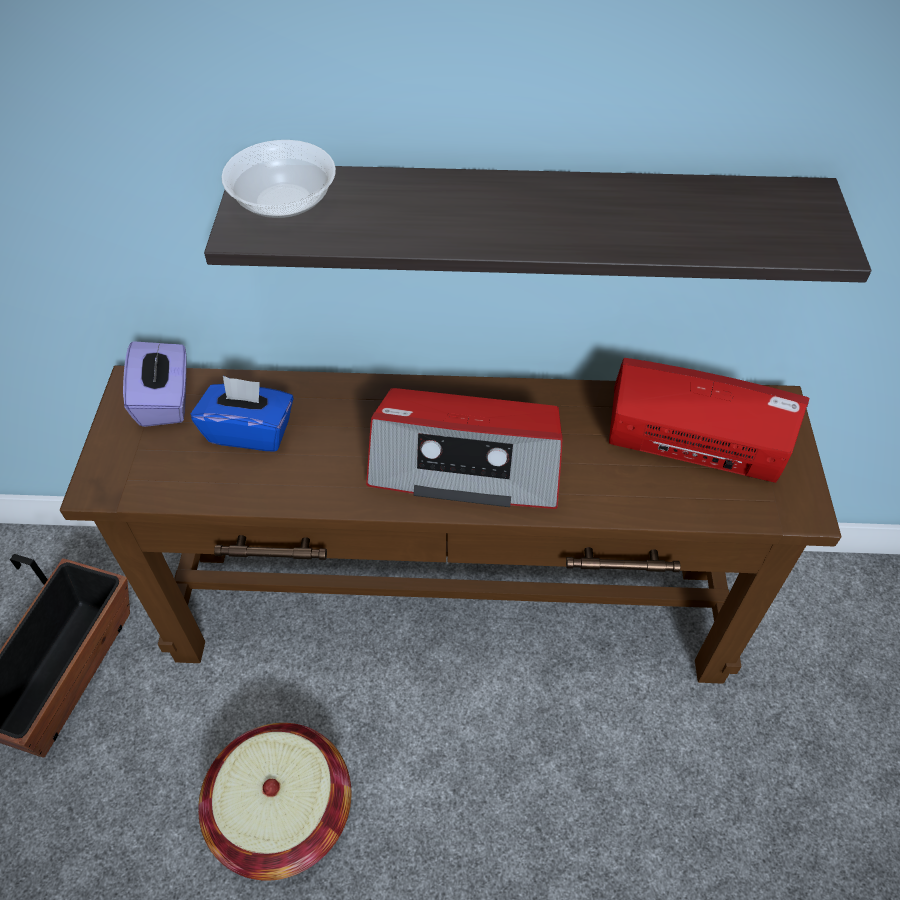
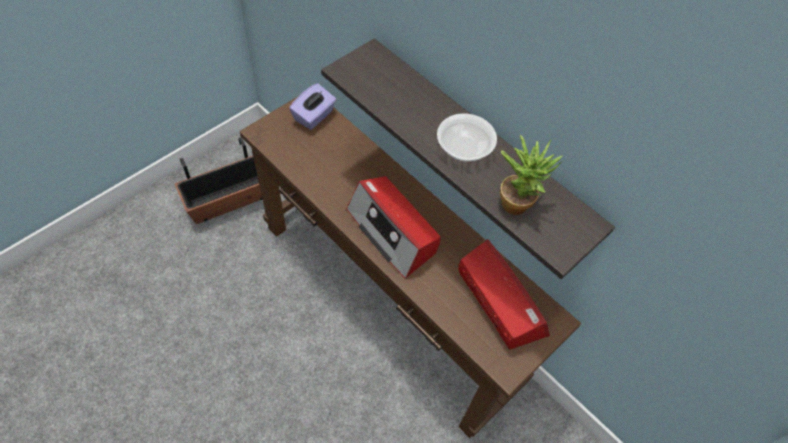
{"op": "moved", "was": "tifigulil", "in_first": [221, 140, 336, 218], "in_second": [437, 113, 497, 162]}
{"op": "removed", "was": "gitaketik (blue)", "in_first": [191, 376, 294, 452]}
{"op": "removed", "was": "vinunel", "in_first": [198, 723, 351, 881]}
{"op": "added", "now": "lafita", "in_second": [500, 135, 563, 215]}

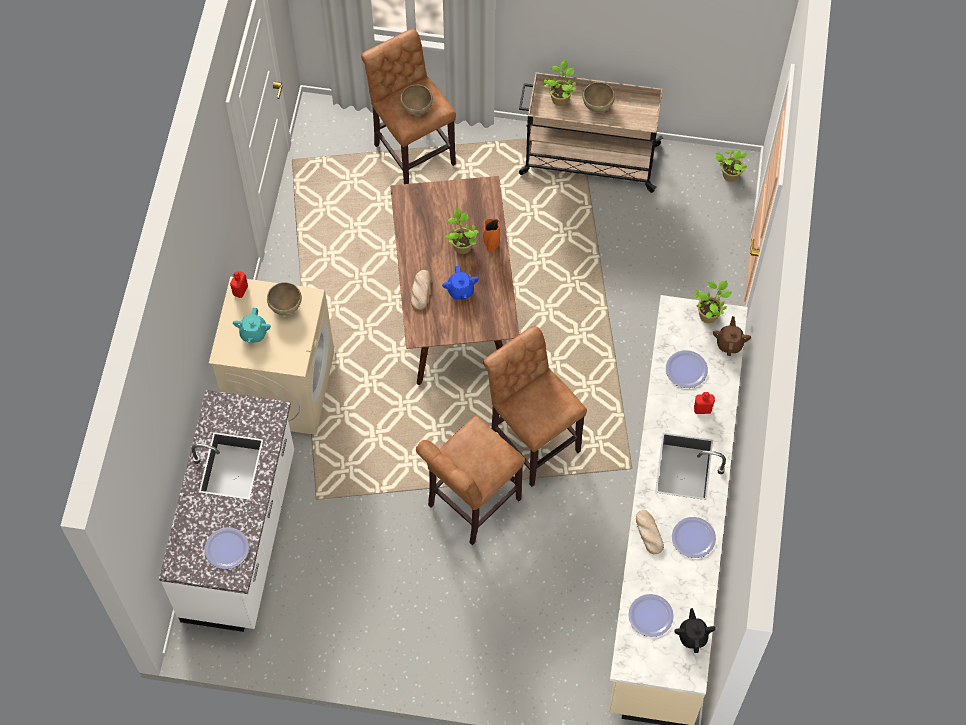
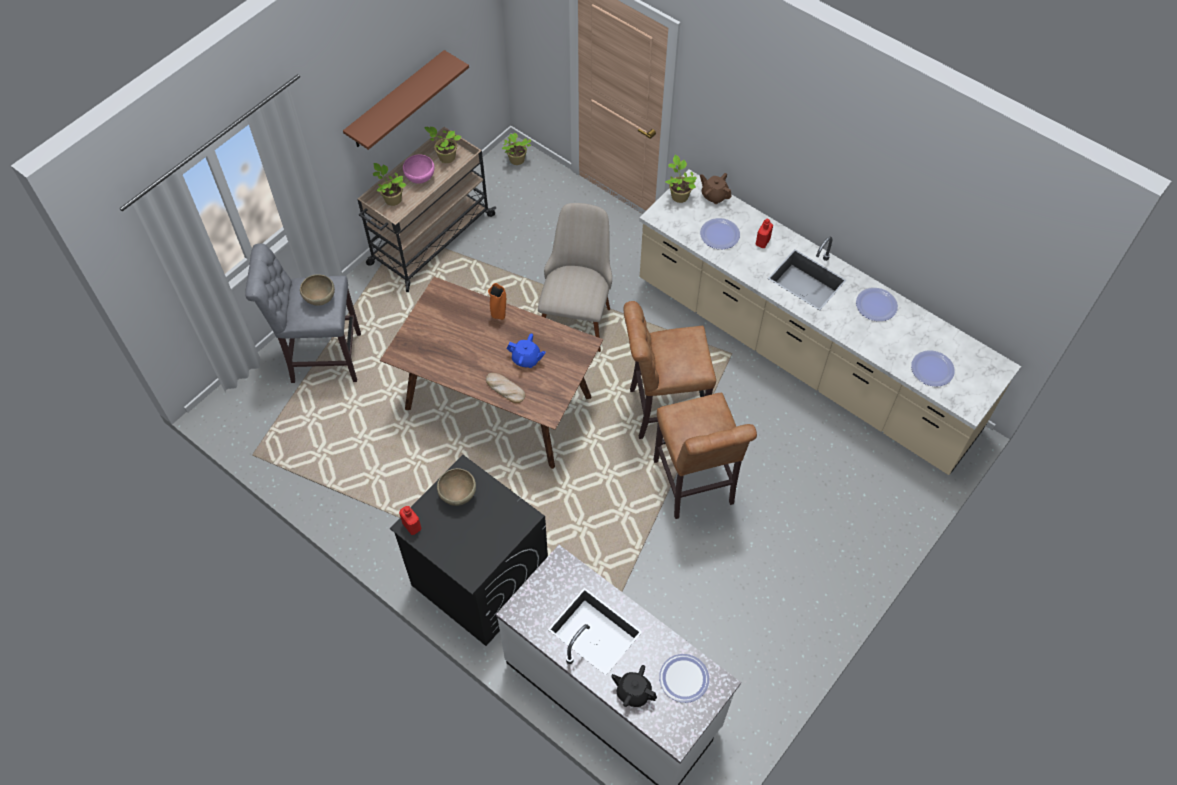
{"op": "recoloured", "was": "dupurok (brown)", "now": "dupurok (grey)", "in_first": [361, 29, 456, 184], "in_second": [245, 243, 361, 383]}
{"op": "recoloured", "was": "tifigulil (brown)", "now": "tifigulil (pink)", "in_first": [583, 82, 615, 112], "in_second": [403, 154, 434, 184]}
{"op": "moved", "was": "lafita", "in_first": [445, 208, 478, 254], "in_second": [424, 127, 461, 163]}
{"op": "recoloured", "was": "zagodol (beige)", "now": "zagodol (black)", "in_first": [209, 277, 334, 434], "in_second": [390, 455, 548, 646]}
{"op": "removed", "was": "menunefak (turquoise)", "in_first": [233, 308, 271, 343]}
{"op": "removed", "was": "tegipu", "in_first": [636, 510, 664, 554]}
{"op": "moved", "was": "menunefak (black)", "in_first": [674, 608, 716, 653], "in_second": [611, 665, 657, 707]}
{"op": "added", "now": "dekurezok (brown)", "in_second": [343, 50, 469, 150]}
{"op": "added", "now": "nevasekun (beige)", "in_second": [538, 203, 612, 352]}

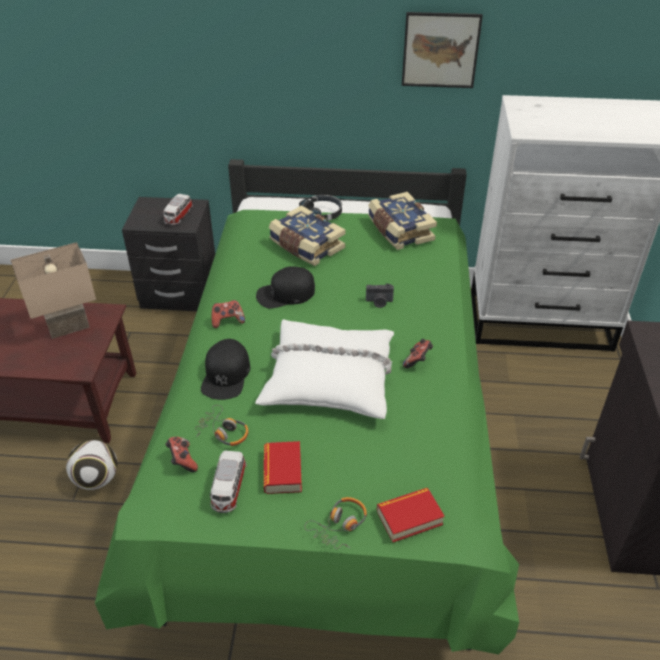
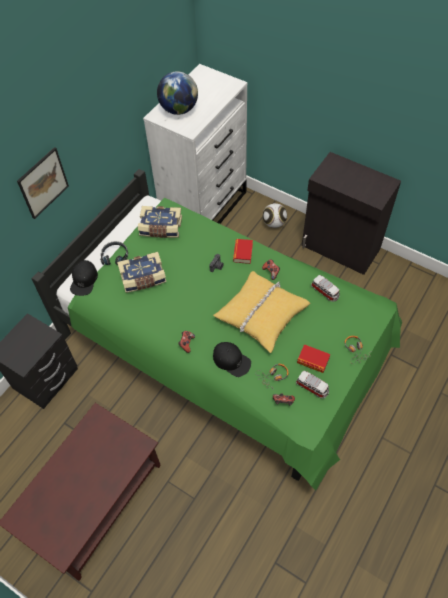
{"op": "moved", "was": "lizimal", "in_first": [402, 12, 483, 88], "in_second": [17, 147, 69, 219]}
{"op": "moved", "was": "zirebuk", "in_first": [163, 194, 193, 225], "in_second": [311, 275, 340, 302]}
{"op": "removed", "was": "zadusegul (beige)", "in_first": [11, 242, 96, 339]}
{"op": "moved", "was": "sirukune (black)", "in_first": [256, 266, 315, 308], "in_second": [70, 260, 98, 296]}
{"op": "recoloured", "was": "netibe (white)", "now": "netibe (yellow)", "in_first": [255, 319, 394, 419], "in_second": [213, 271, 310, 353]}
{"op": "moved", "was": "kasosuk", "in_first": [66, 440, 117, 490], "in_second": [263, 203, 287, 228]}
{"op": "moved", "was": "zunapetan", "in_first": [377, 488, 445, 542], "in_second": [233, 239, 253, 264]}
{"op": "added", "now": "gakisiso", "in_second": [157, 71, 198, 115]}

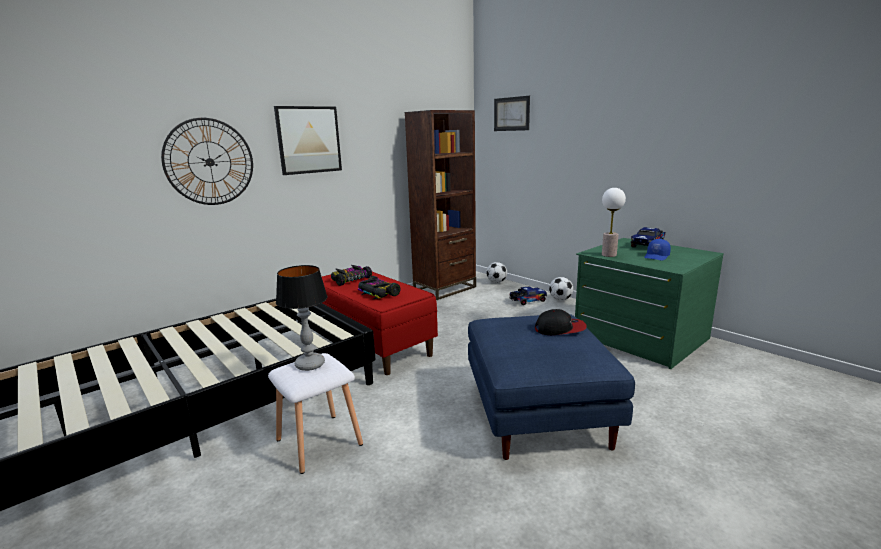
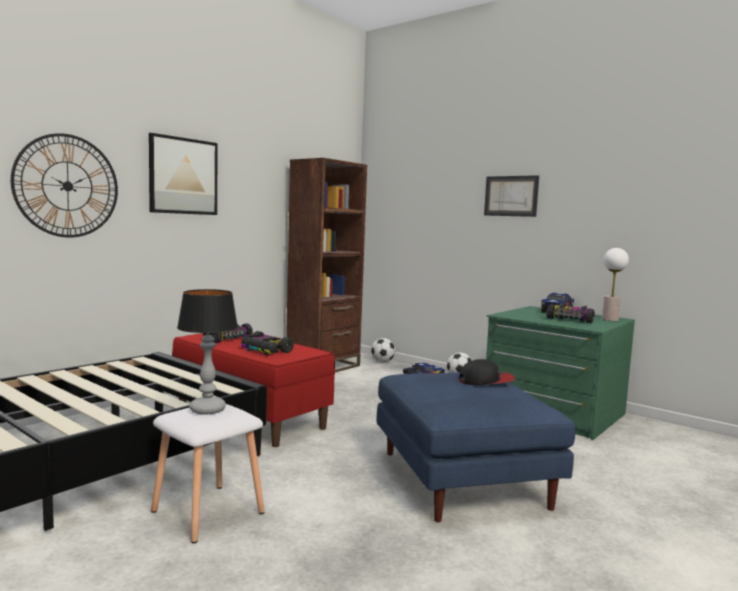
{"op": "moved", "was": "lizimal", "in_first": [494, 96, 530, 131], "in_second": [484, 175, 539, 217]}
{"op": "moved", "was": "zadusegul", "in_first": [602, 188, 626, 257], "in_second": [602, 248, 629, 321]}
{"op": "replaced", "was": "sirukune (blue)", "now": "zirebuk", "in_first": [644, 239, 671, 261], "in_second": [546, 303, 595, 323]}

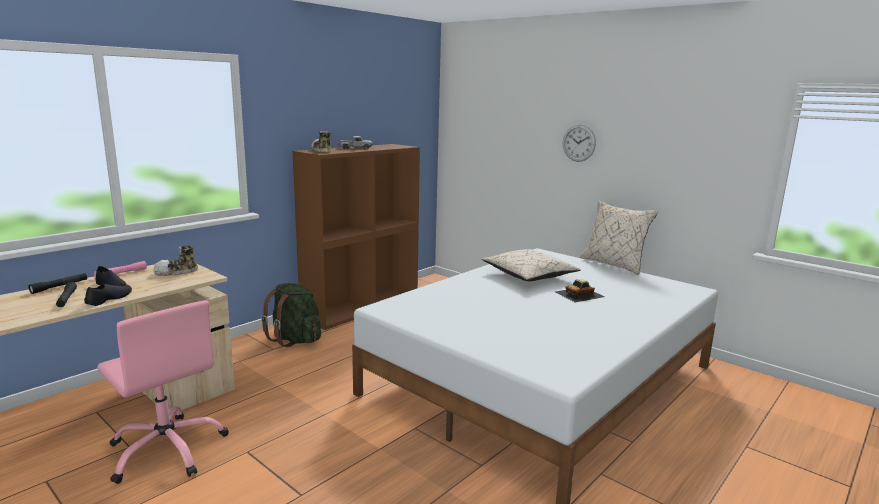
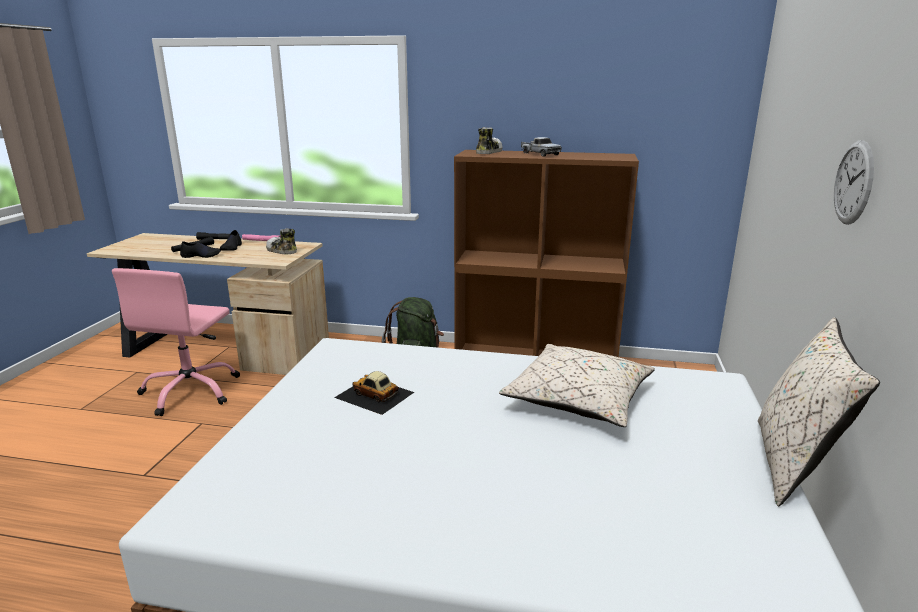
{"op": "moved", "was": "zirebuk", "in_first": [555, 279, 605, 302], "in_second": [334, 371, 414, 415]}

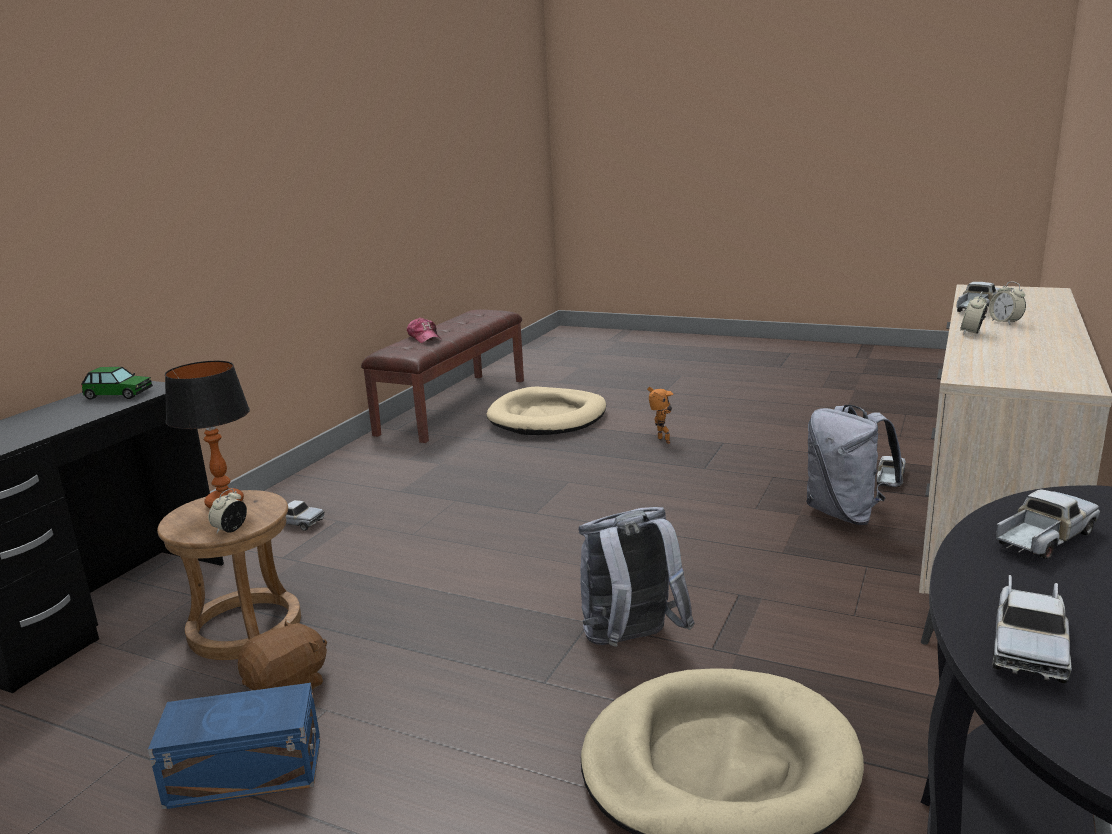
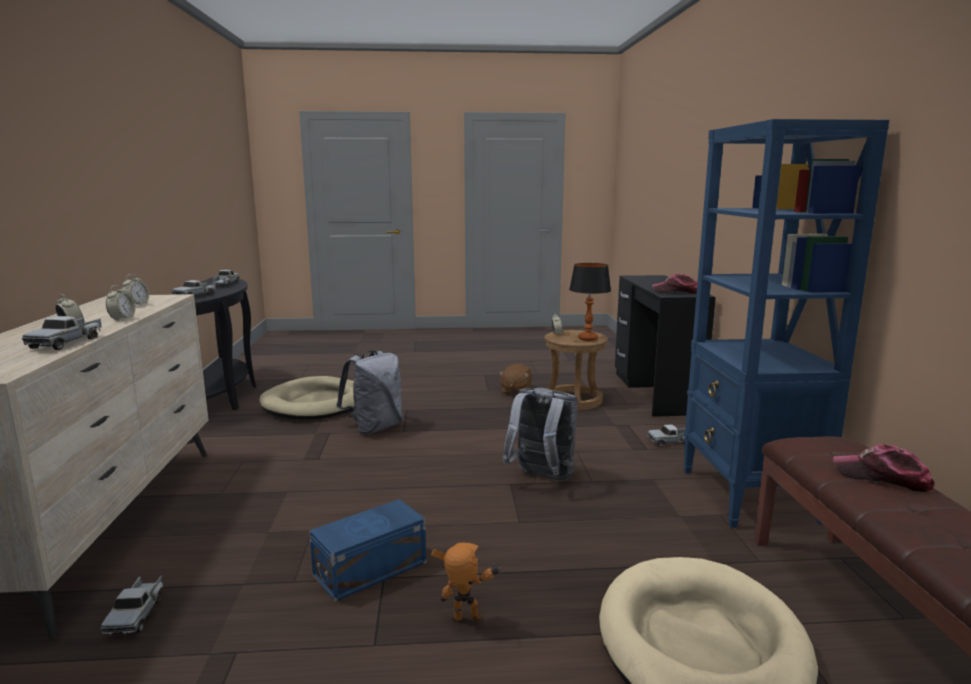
{"op": "replaced", "was": "zirebuk", "now": "sirukune", "in_first": [81, 367, 153, 400], "in_second": [652, 274, 697, 294]}
{"op": "turned", "was": "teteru", "in_first": [647, 387, 674, 444], "in_second": [431, 543, 501, 621], "clockwise": 150}
{"op": "moved", "was": "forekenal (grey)", "in_first": [806, 405, 903, 525], "in_second": [502, 388, 578, 480]}
{"op": "moved", "was": "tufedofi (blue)", "in_first": [148, 683, 320, 810], "in_second": [309, 499, 426, 602]}
{"op": "added", "now": "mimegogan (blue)", "in_second": [683, 119, 889, 528]}
{"op": "added", "now": "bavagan", "in_second": [122, 274, 149, 306]}

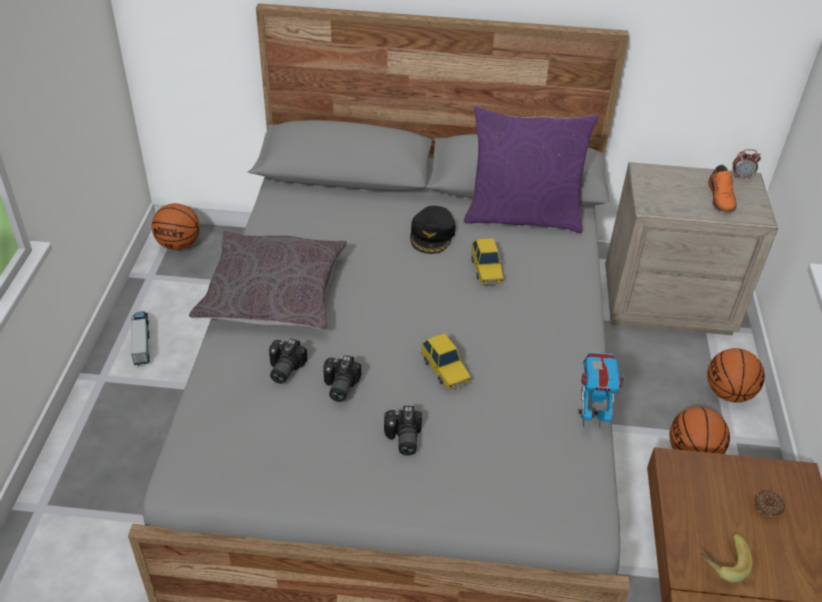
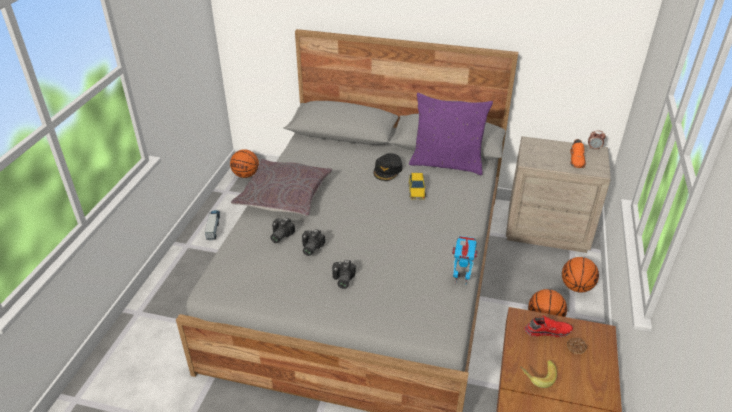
{"op": "removed", "was": "zirebuk", "in_first": [421, 333, 471, 391]}
{"op": "added", "now": "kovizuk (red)", "in_second": [524, 316, 573, 337]}

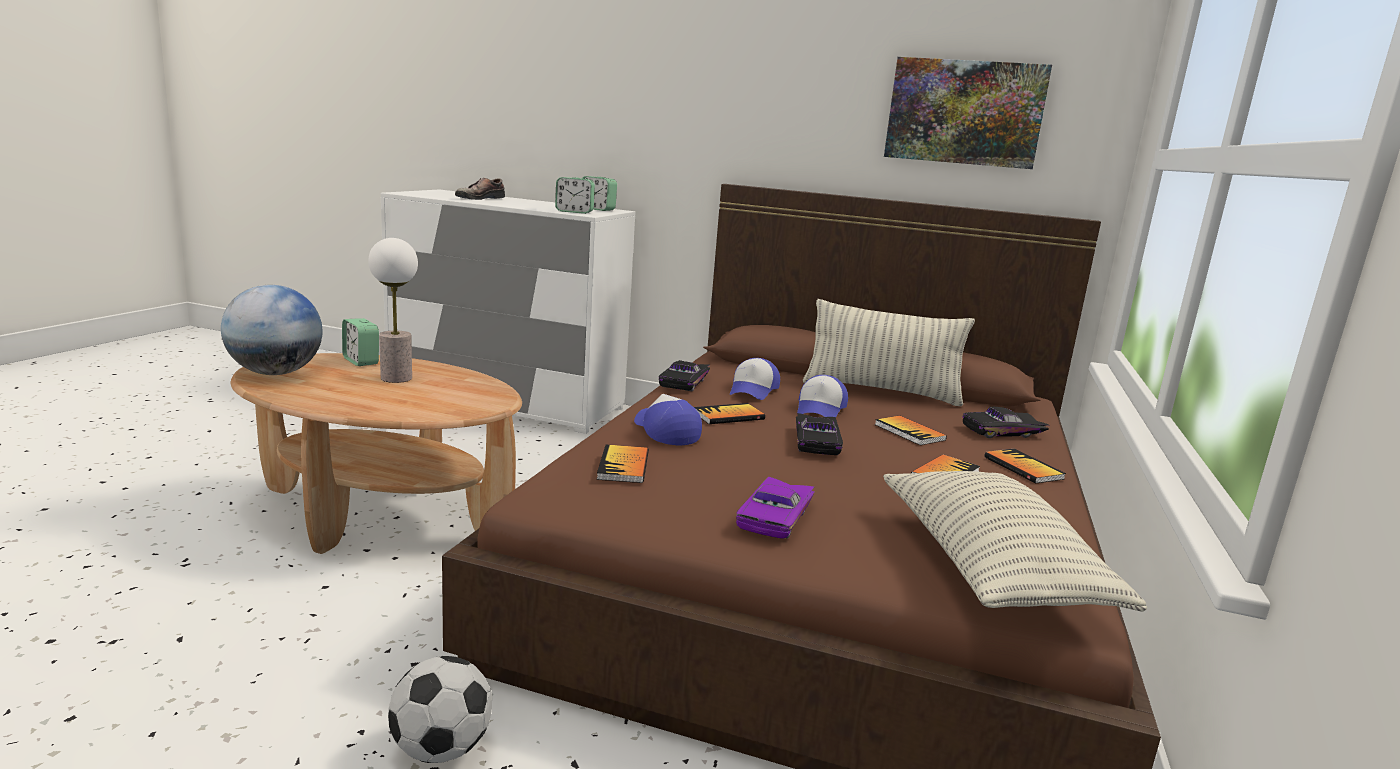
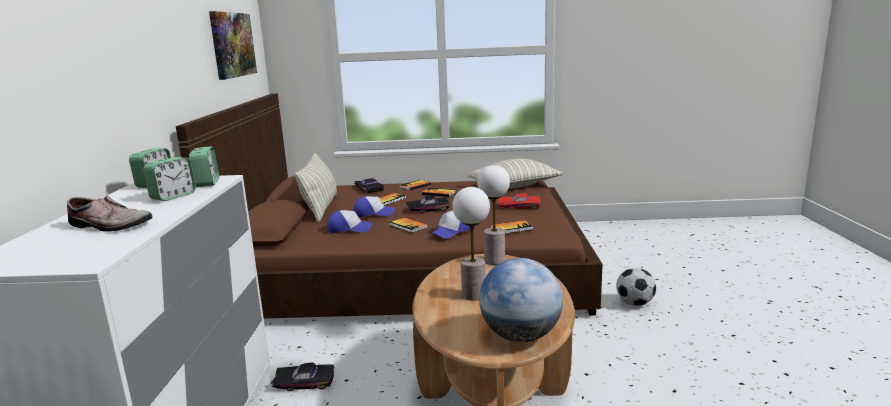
{"op": "moved", "was": "bavagan", "in_first": [342, 318, 379, 366], "in_second": [143, 157, 196, 201]}
{"op": "moved", "was": "zirebuk (black)", "in_first": [659, 360, 710, 391], "in_second": [271, 363, 334, 391]}
{"op": "recoloured", "was": "zirebuk (purple)", "now": "zirebuk (red)", "in_first": [736, 477, 815, 539], "in_second": [498, 193, 541, 210]}
{"op": "added", "now": "zadusegul", "in_second": [477, 165, 510, 265]}

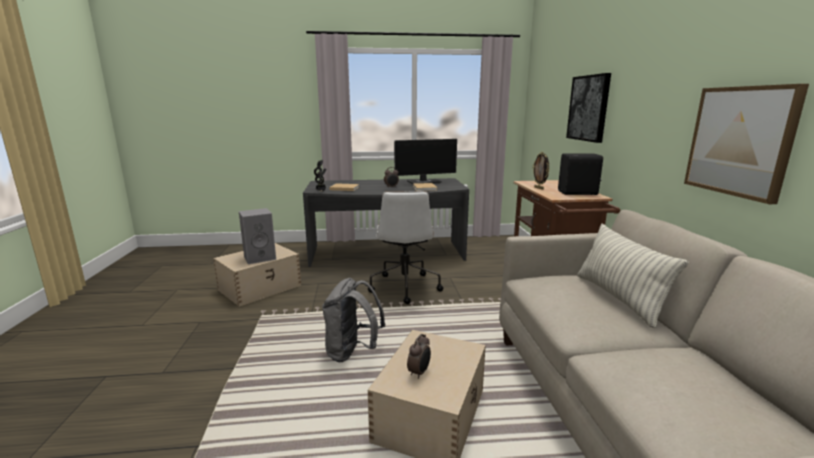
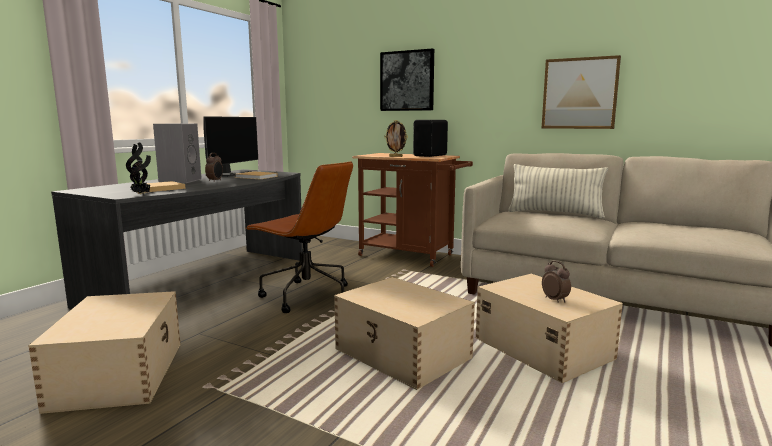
{"op": "recoloured", "was": "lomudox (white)", "now": "lomudox (brown)", "in_first": [368, 191, 443, 304], "in_second": [245, 161, 353, 313]}
{"op": "moved", "was": "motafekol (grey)", "in_first": [239, 208, 276, 264], "in_second": [153, 124, 202, 183]}
{"op": "replaced", "was": "forekenal (grey)", "now": "tufedofi (beige)", "in_first": [322, 278, 386, 362], "in_second": [334, 277, 475, 390]}

